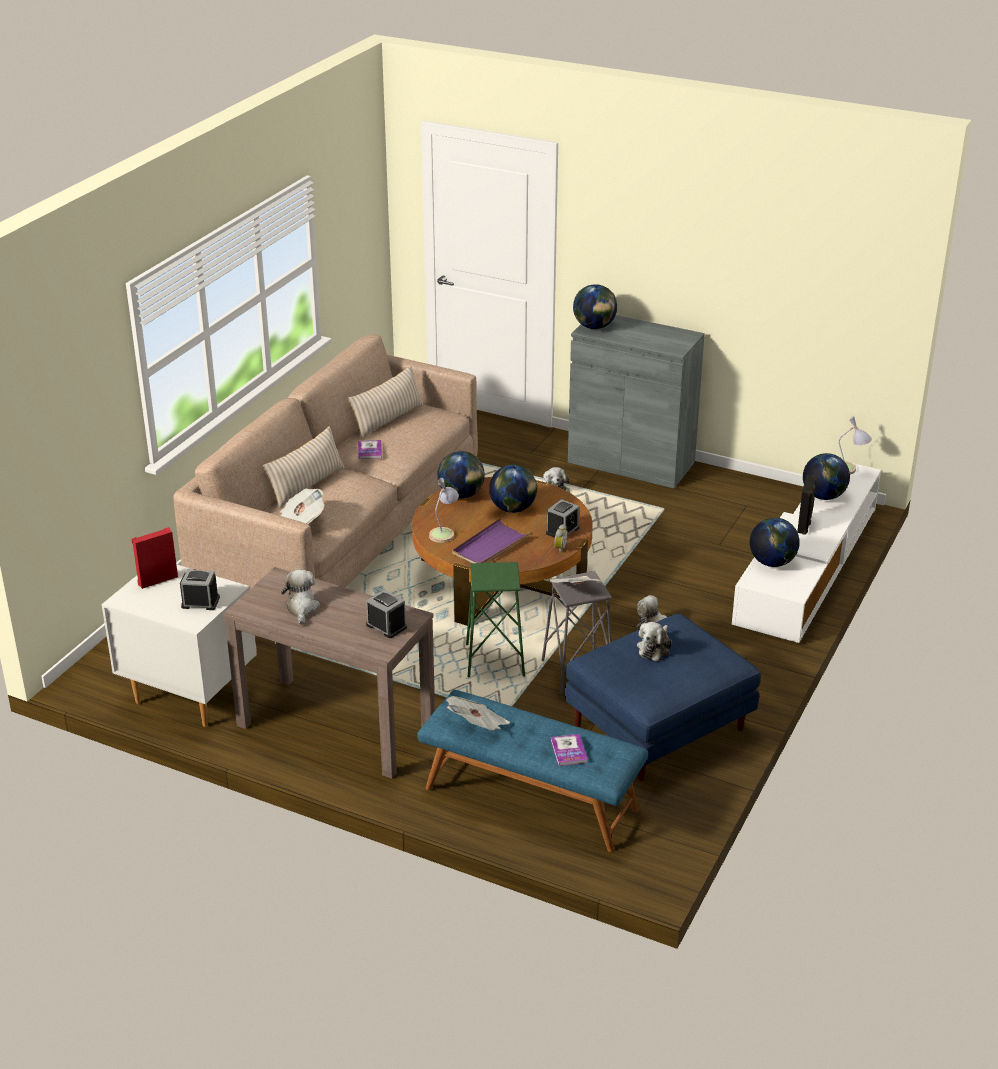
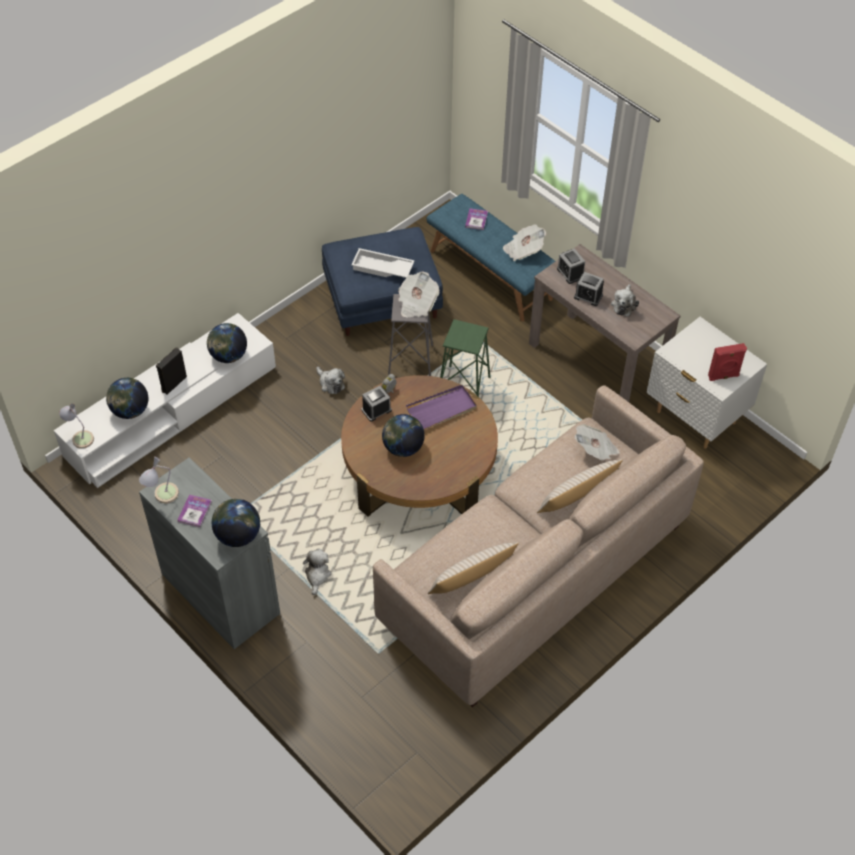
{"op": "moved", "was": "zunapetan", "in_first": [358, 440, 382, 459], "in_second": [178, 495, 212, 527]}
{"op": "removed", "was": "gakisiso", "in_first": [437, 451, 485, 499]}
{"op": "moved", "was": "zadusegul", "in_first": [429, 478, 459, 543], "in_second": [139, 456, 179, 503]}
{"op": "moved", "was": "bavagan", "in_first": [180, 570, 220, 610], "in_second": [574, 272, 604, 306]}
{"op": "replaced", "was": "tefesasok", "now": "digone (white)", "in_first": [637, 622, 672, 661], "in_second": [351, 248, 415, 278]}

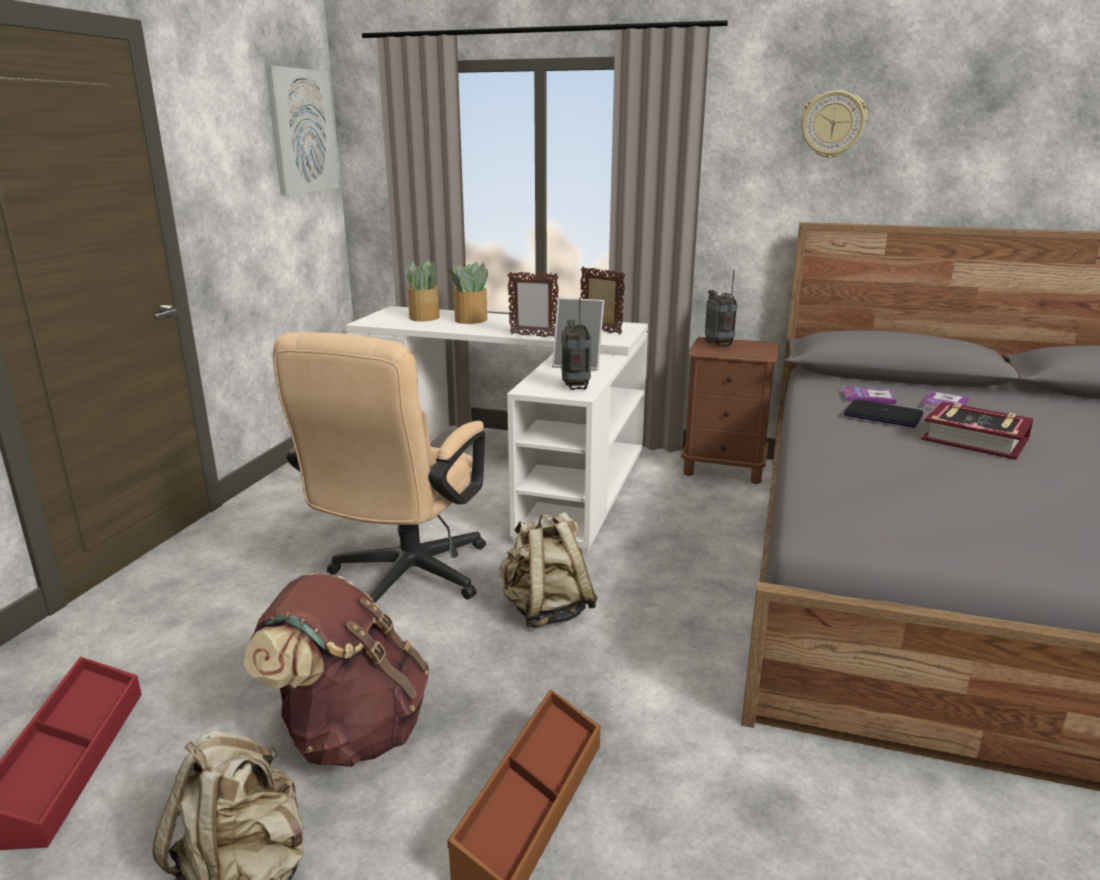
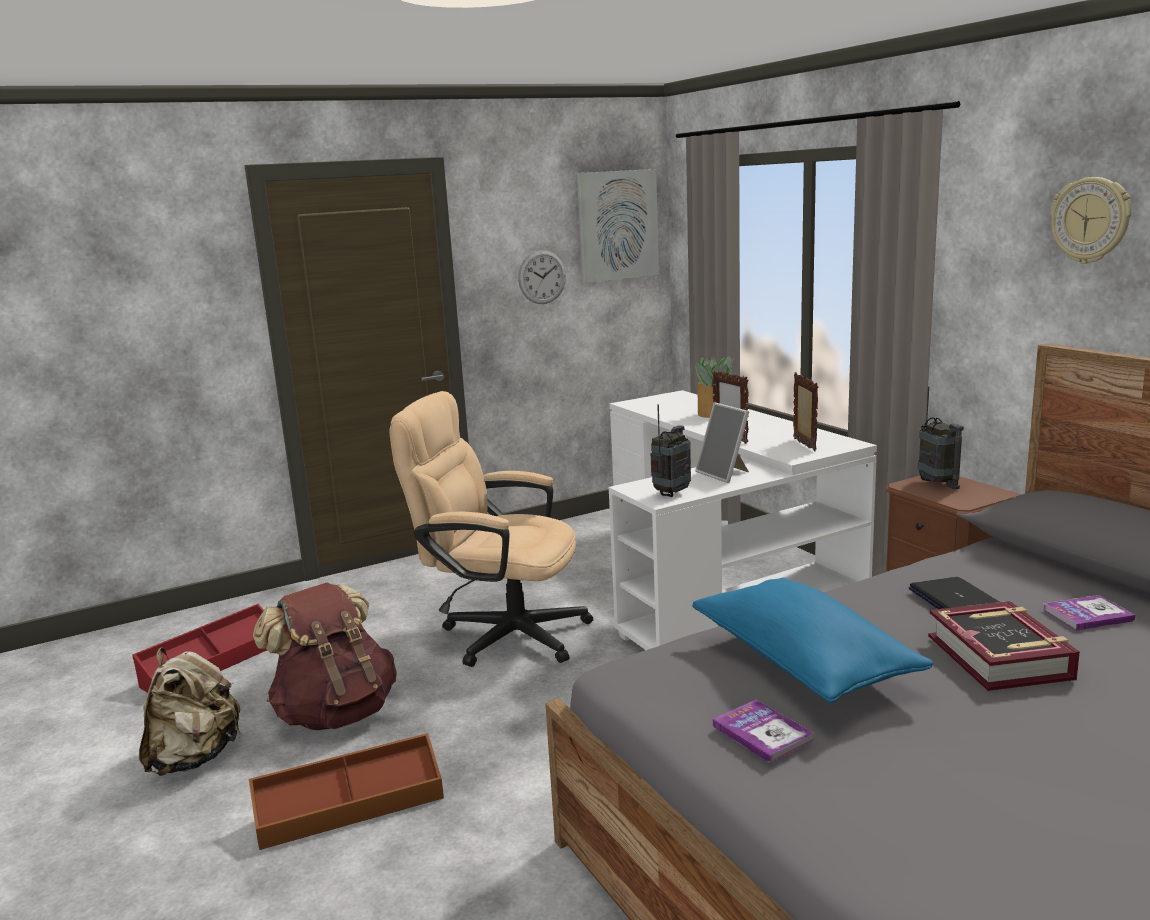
{"op": "removed", "was": "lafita", "in_first": [404, 260, 440, 321]}
{"op": "turned", "was": "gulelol", "in_first": [705, 270, 738, 347], "in_second": [918, 386, 964, 489], "clockwise": 135}
{"op": "turned", "was": "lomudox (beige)", "in_first": [273, 332, 486, 603], "in_second": [389, 391, 593, 667], "clockwise": 45}
{"op": "moved", "was": "zunapetan", "in_first": [843, 387, 897, 405], "in_second": [713, 700, 814, 763]}
{"op": "removed", "was": "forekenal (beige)", "in_first": [500, 512, 598, 628]}
{"op": "added", "now": "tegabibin", "in_second": [518, 250, 566, 304]}
{"op": "added", "now": "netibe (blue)", "in_second": [692, 577, 934, 703]}

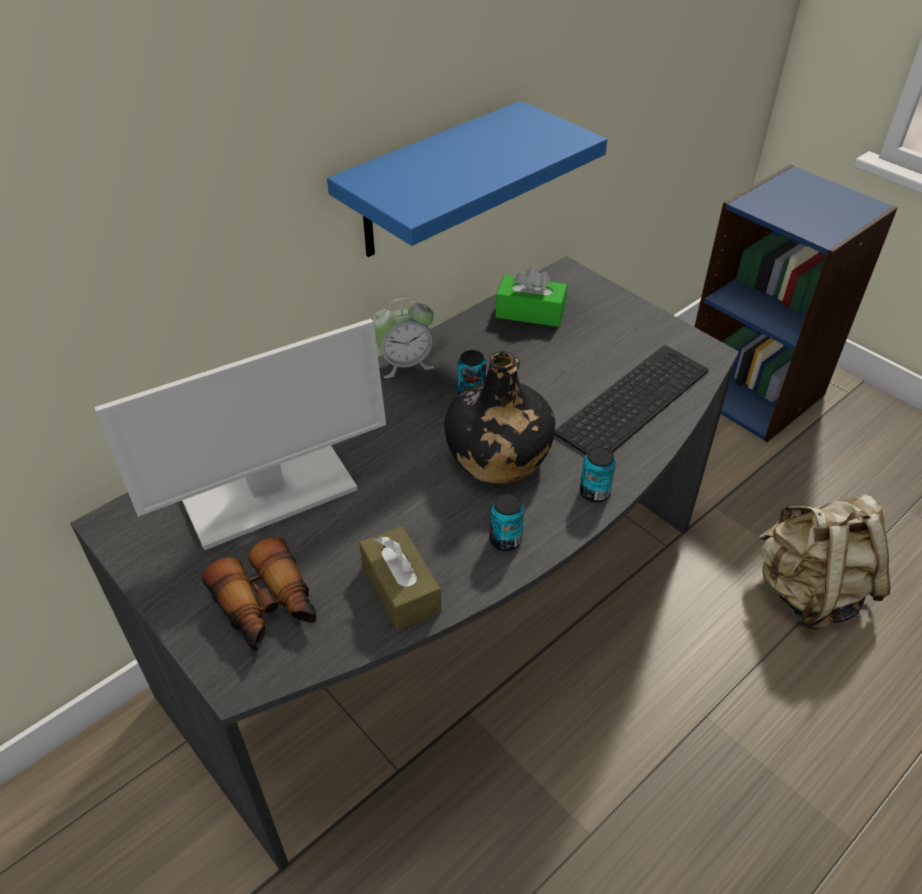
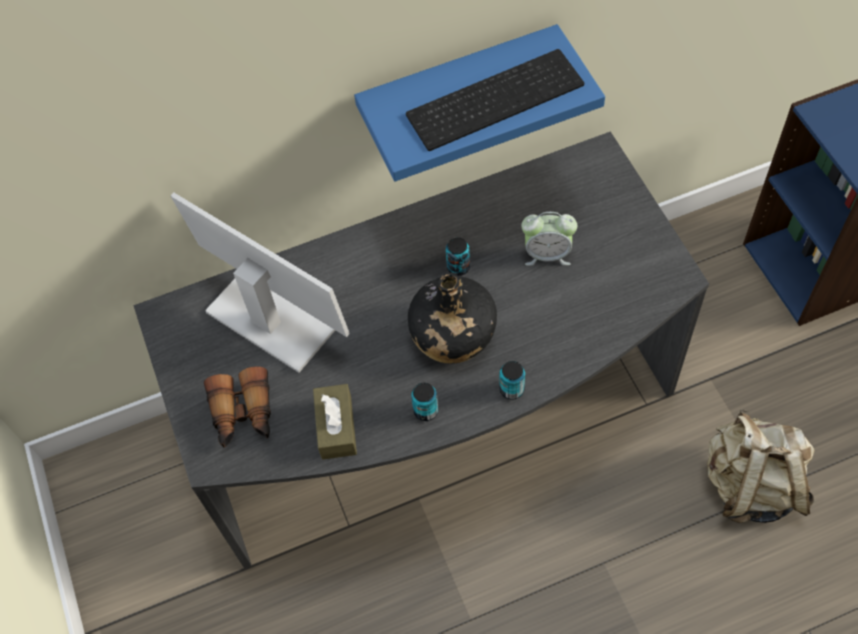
{"op": "removed", "was": "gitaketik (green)", "in_first": [496, 266, 567, 327]}
{"op": "moved", "was": "bavagan", "in_first": [372, 298, 434, 378], "in_second": [521, 212, 577, 266]}
{"op": "turned", "was": "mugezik", "in_first": [95, 319, 386, 550], "in_second": [171, 193, 350, 373], "clockwise": -135}
{"op": "moved", "was": "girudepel", "in_first": [555, 345, 709, 455], "in_second": [406, 49, 584, 151]}

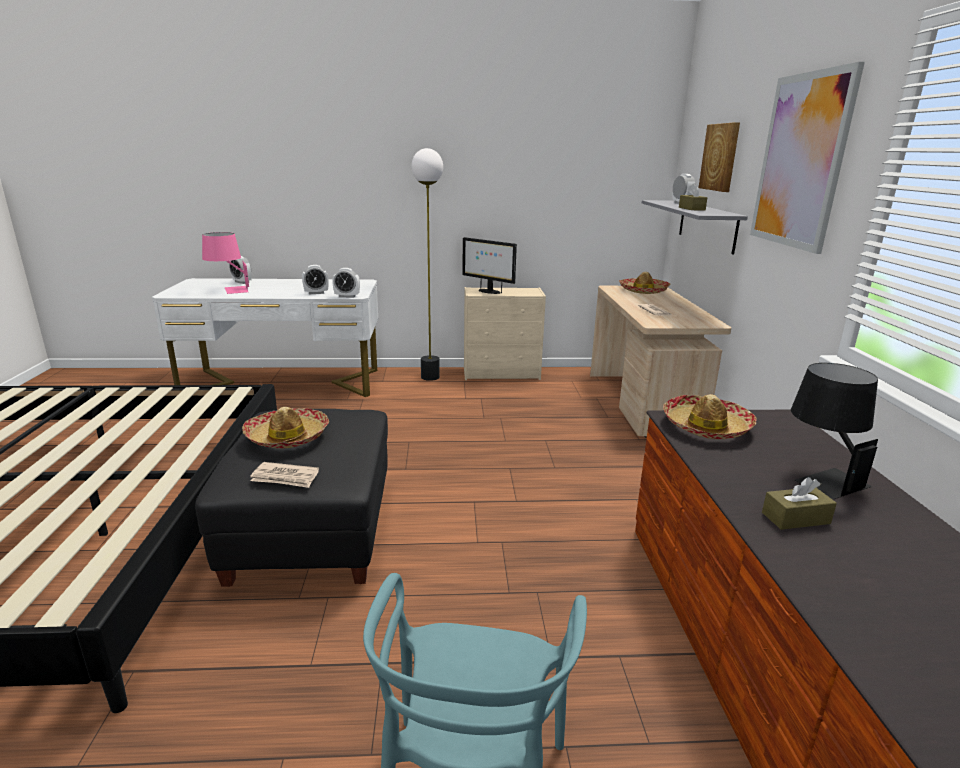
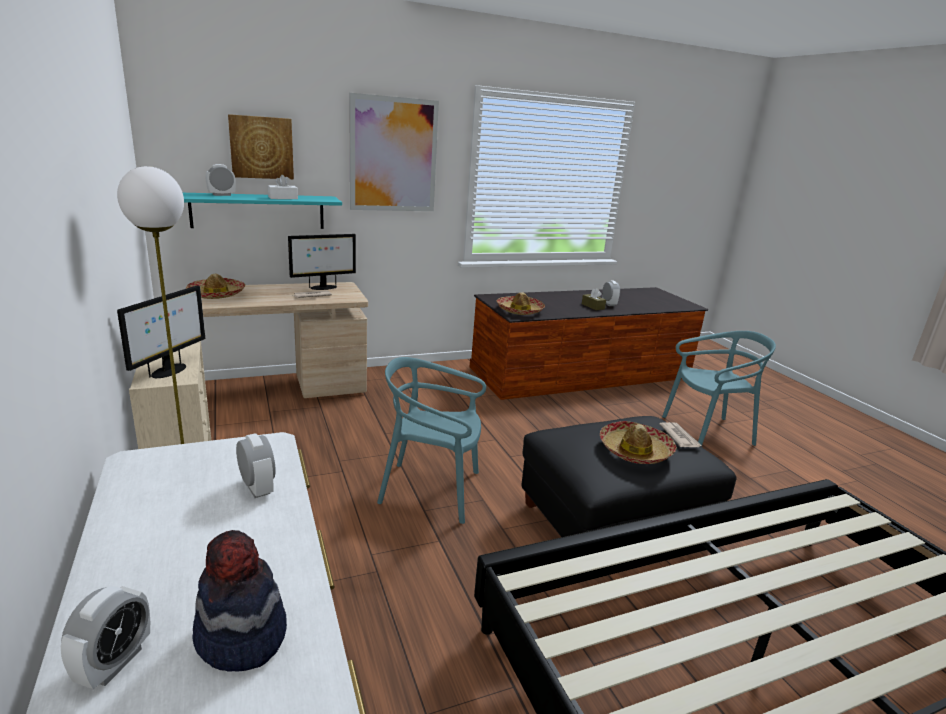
{"op": "recoloured", "was": "gitaketik (brown)", "now": "gitaketik (white)", "in_first": [679, 183, 708, 210], "in_second": [268, 175, 298, 199]}
{"op": "recoloured", "was": "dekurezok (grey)", "now": "dekurezok (turquoise)", "in_first": [642, 200, 748, 255], "in_second": [183, 193, 342, 229]}
{"op": "replaced", "was": "zadusegul (pink)", "now": "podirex", "in_first": [202, 232, 249, 294], "in_second": [192, 530, 287, 672]}
{"op": "moved", "was": "bavagan", "in_first": [332, 268, 360, 298], "in_second": [602, 281, 620, 306]}
{"op": "removed", "was": "zadusegul (black)", "in_first": [791, 363, 878, 500]}
{"op": "added", "now": "mugezik", "in_second": [288, 234, 356, 290]}
{"op": "added", "now": "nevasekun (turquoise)", "in_second": [377, 357, 486, 524]}

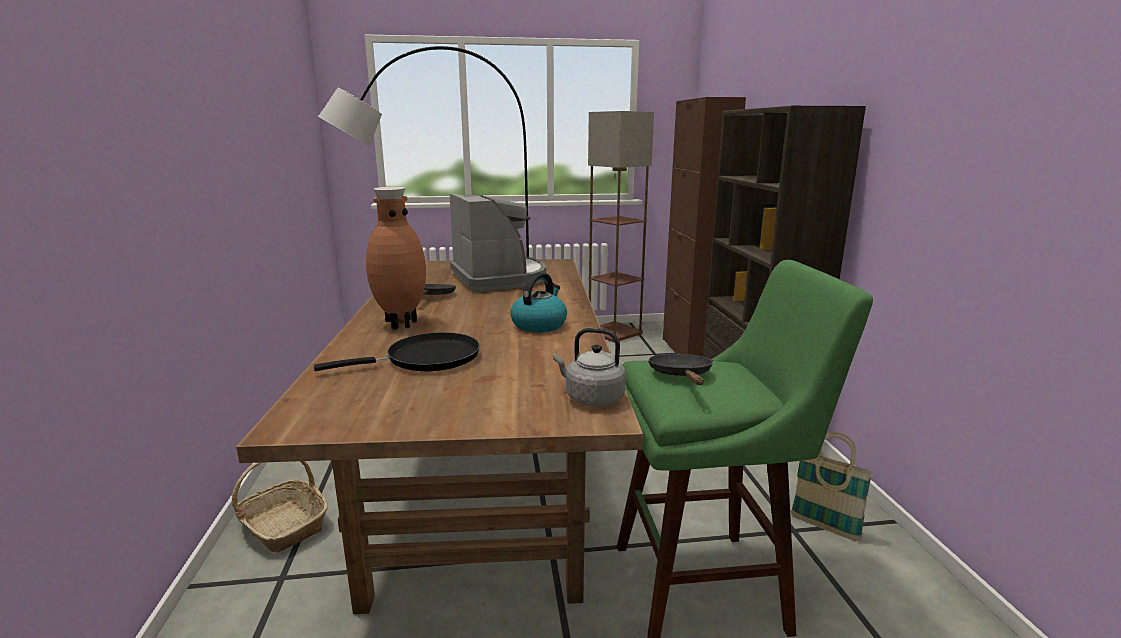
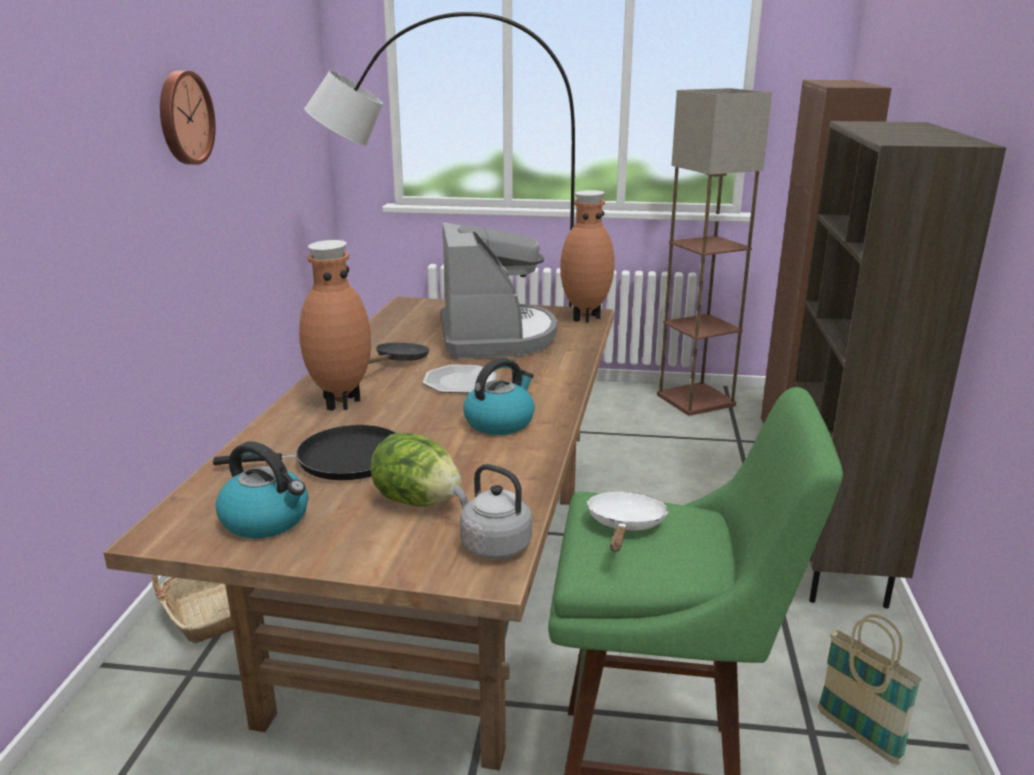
{"op": "recoloured", "was": "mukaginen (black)", "now": "mukaginen (white)", "in_first": [648, 354, 713, 385], "in_second": [586, 492, 669, 551]}
{"op": "added", "now": "tegabibin", "in_second": [160, 71, 216, 165]}
{"op": "added", "now": "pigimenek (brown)", "in_second": [560, 190, 615, 323]}
{"op": "added", "now": "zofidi", "in_second": [423, 364, 497, 393]}
{"op": "added", "now": "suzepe", "in_second": [370, 433, 462, 506]}
{"op": "added", "now": "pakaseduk", "in_second": [216, 442, 308, 538]}

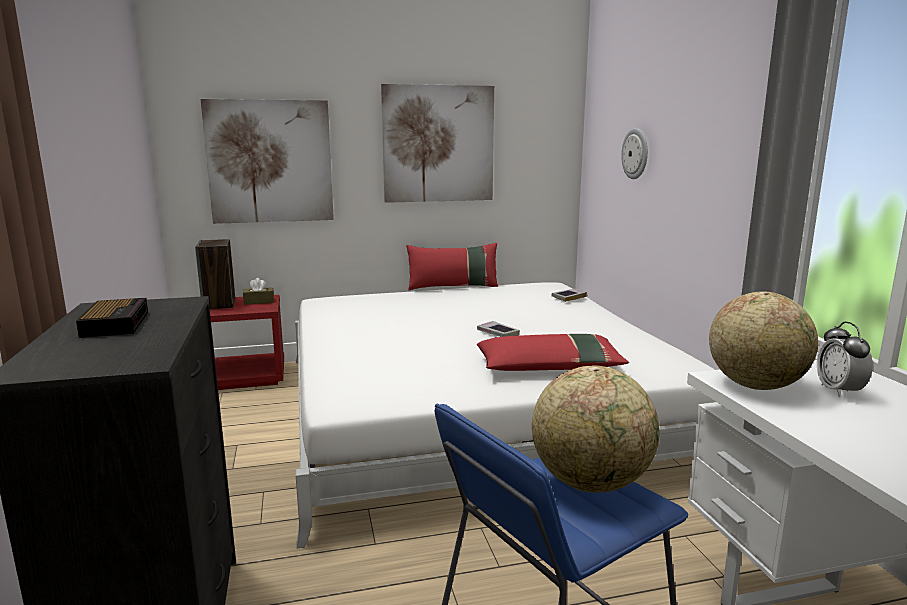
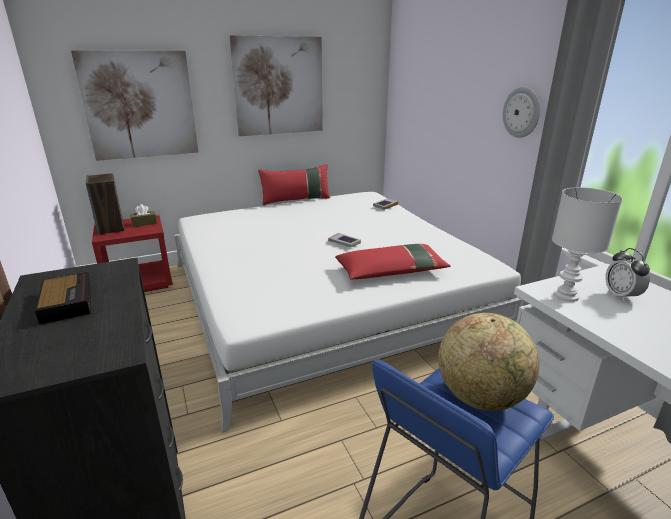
{"op": "moved", "was": "tegabibin", "in_first": [621, 128, 648, 179], "in_second": [503, 87, 540, 138]}
{"op": "replaced", "was": "gakisiso", "now": "zadusegul (white)", "in_first": [709, 291, 818, 390], "in_second": [552, 187, 623, 302]}

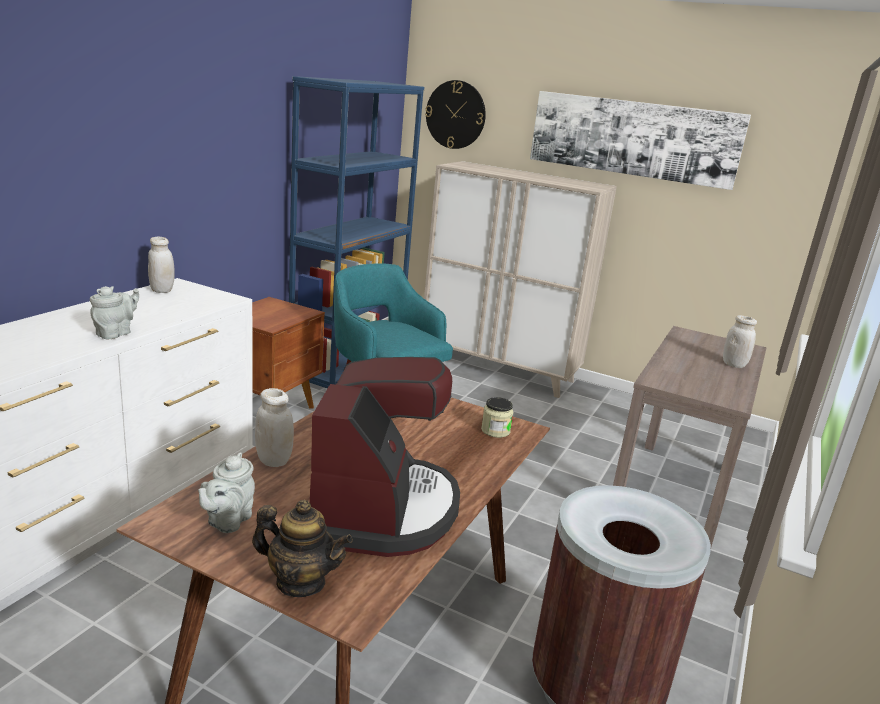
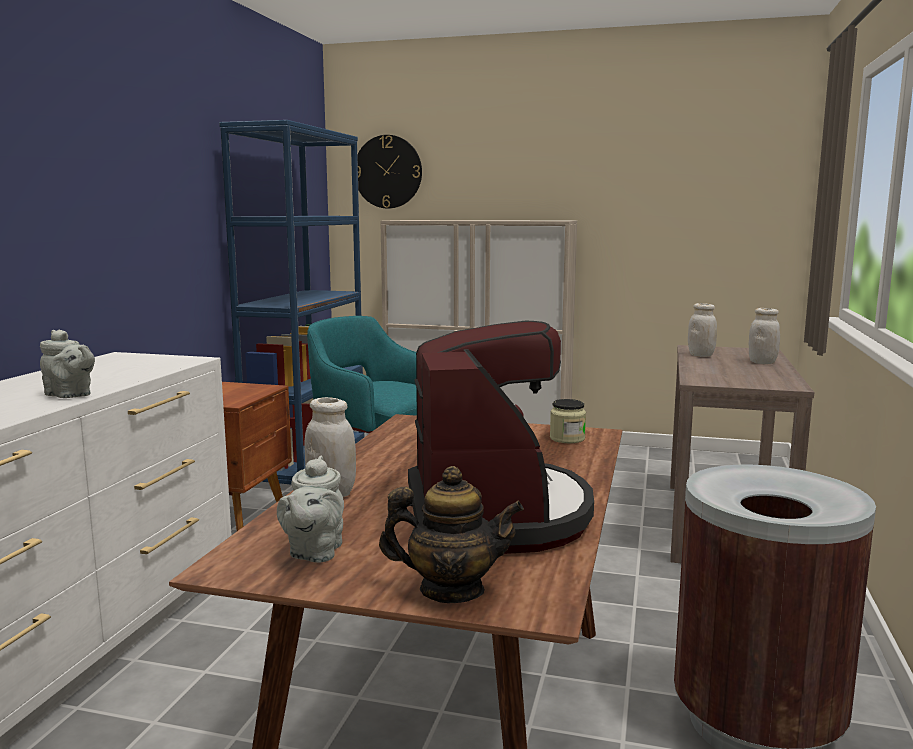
{"op": "removed", "was": "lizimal", "in_first": [530, 91, 751, 190]}
{"op": "moved", "was": "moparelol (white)", "in_first": [148, 236, 174, 293], "in_second": [688, 303, 717, 357]}
{"op": "turned", "was": "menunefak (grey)", "in_first": [90, 286, 139, 339], "in_second": [40, 329, 95, 398], "clockwise": 105}

